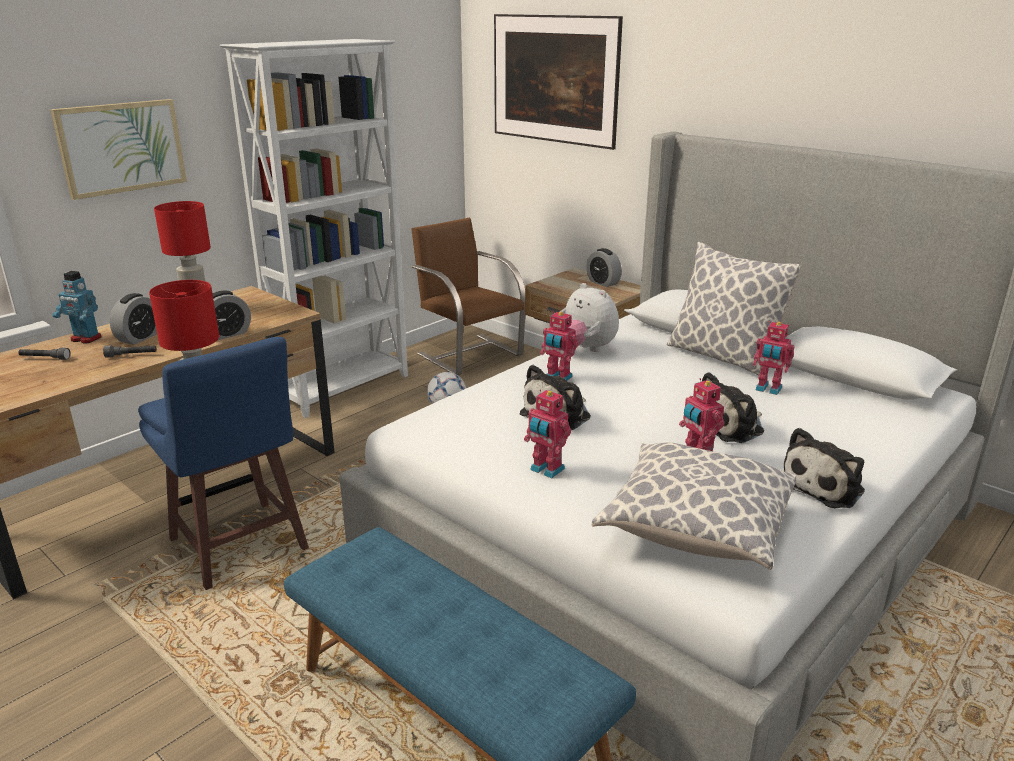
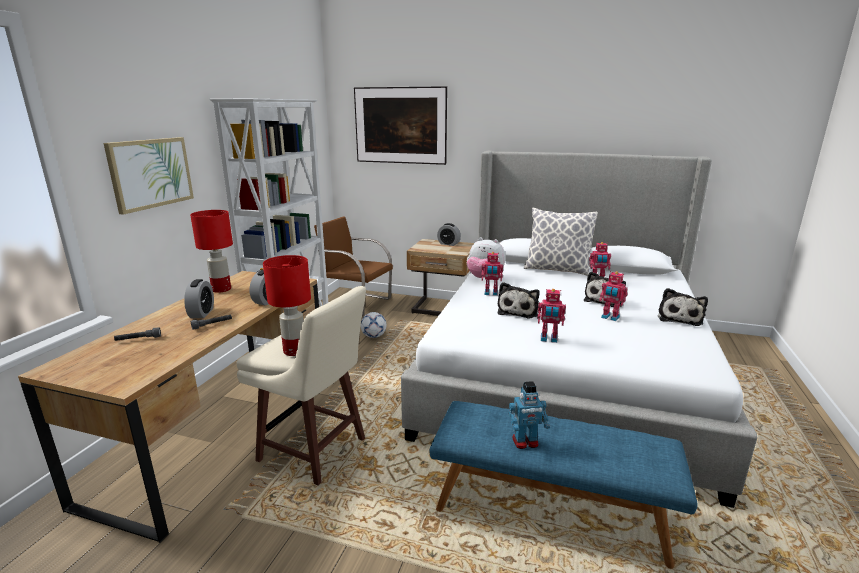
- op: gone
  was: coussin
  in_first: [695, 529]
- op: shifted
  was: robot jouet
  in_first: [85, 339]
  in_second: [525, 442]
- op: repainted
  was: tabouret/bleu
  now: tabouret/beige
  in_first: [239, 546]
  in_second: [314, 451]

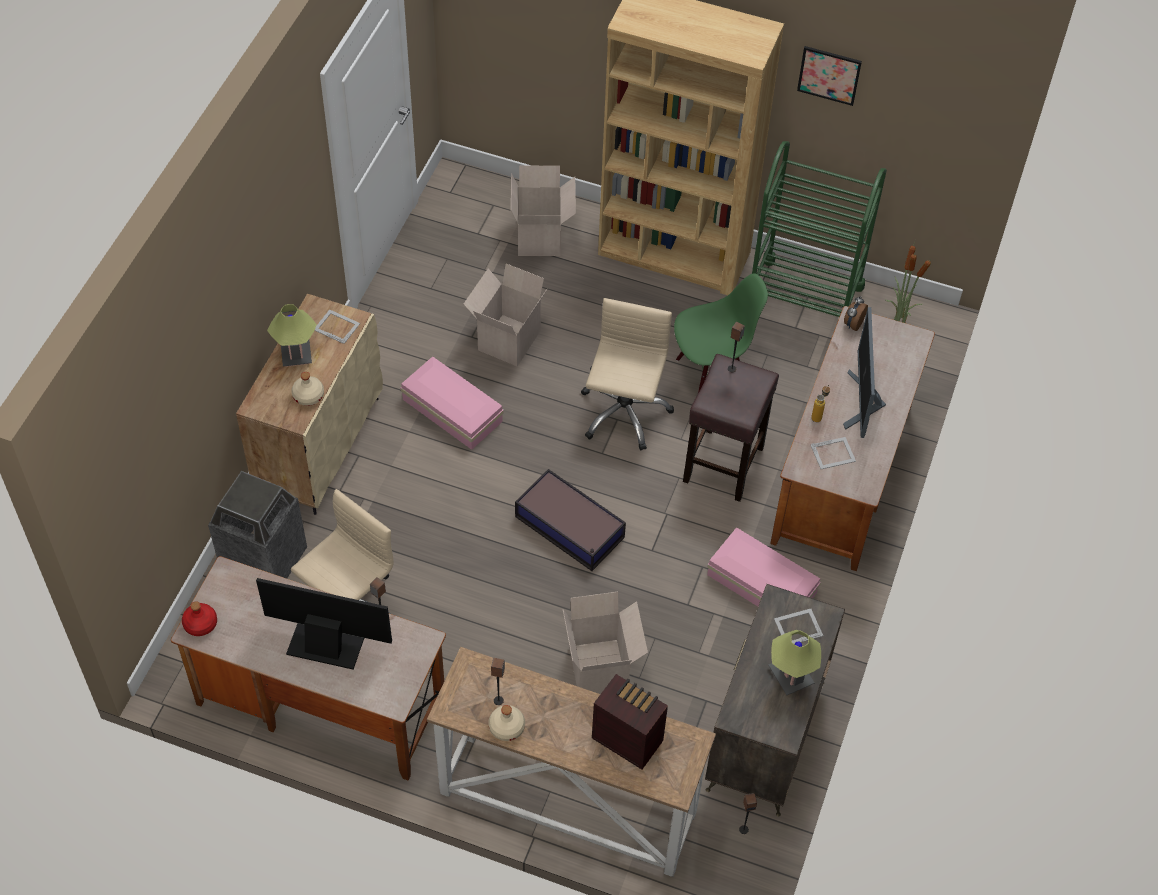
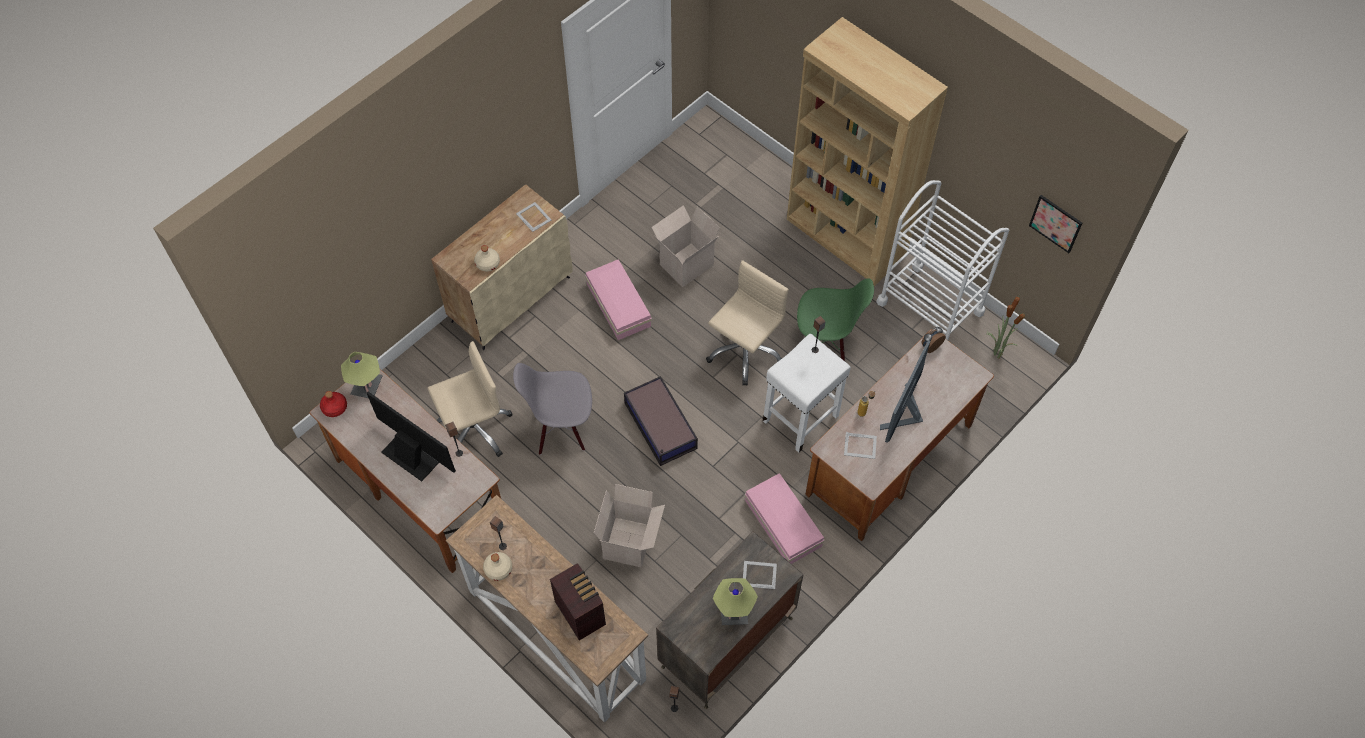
- op: gone
  was: poubelle
  in_first: [264, 562]
- op: gone
  was: carton
  in_first: [541, 238]
- op: new
  now: chaise/gris
  in_second: [561, 428]
- op: shifted
  was: lampe de table
  in_first: [296, 353]
  in_second: [367, 386]
- op: shifted
  was: tableau
  in_first: [829, 75]
  in_second: [1055, 223]
- op: repainted
  was: tabouret/marron
  now: tabouret/blanc
  in_first: [723, 463]
  in_second: [801, 417]
- op: repainted
  was: chariot/vert
  now: chariot/blanc
  in_first: [803, 298]
  in_second: [930, 307]

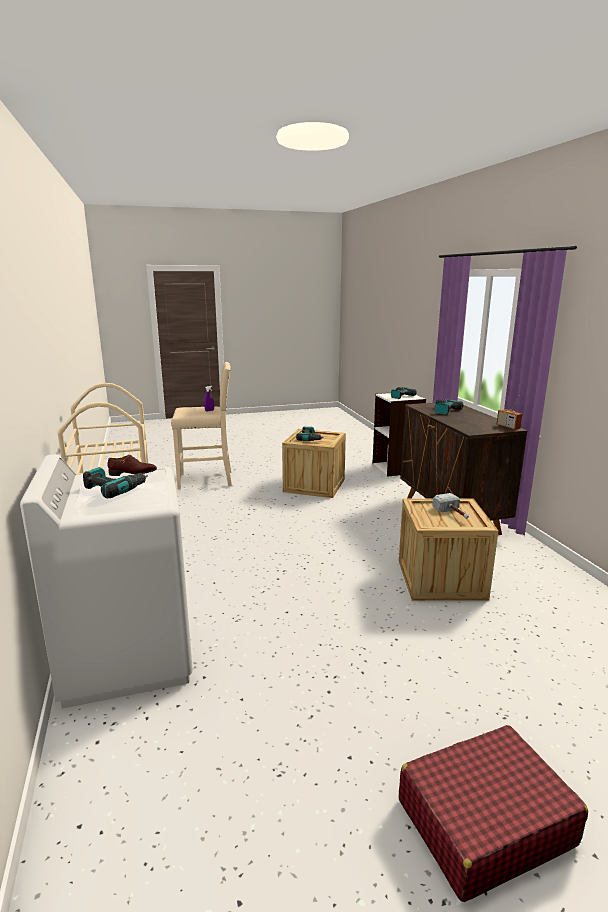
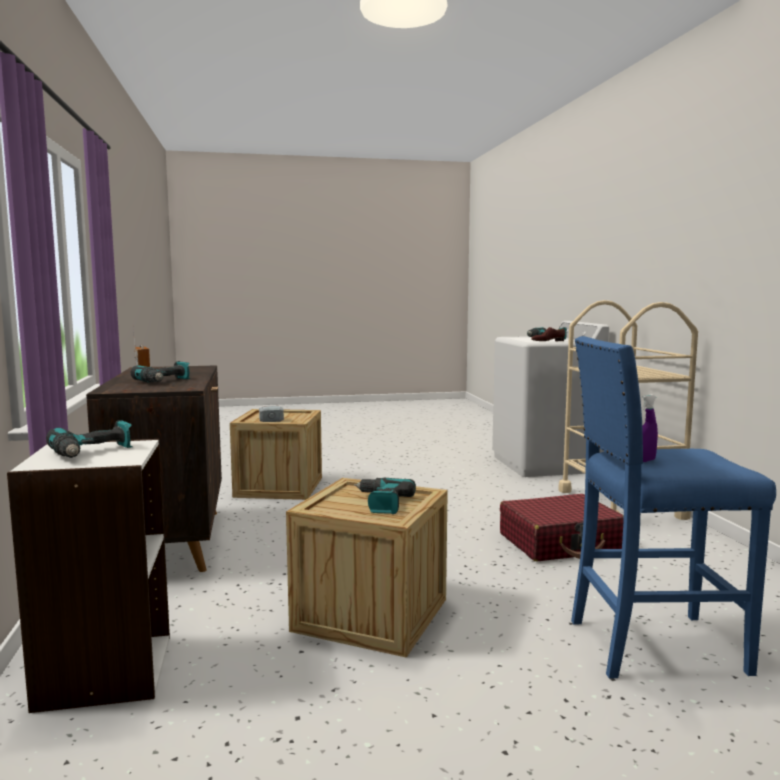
- op: shifted
  was: valise/rouge
  in_first: [484, 822]
  in_second: [561, 543]
- op: repainted
  was: tabouret/beige
  now: tabouret/bleu
  in_first: [207, 480]
  in_second: [651, 645]

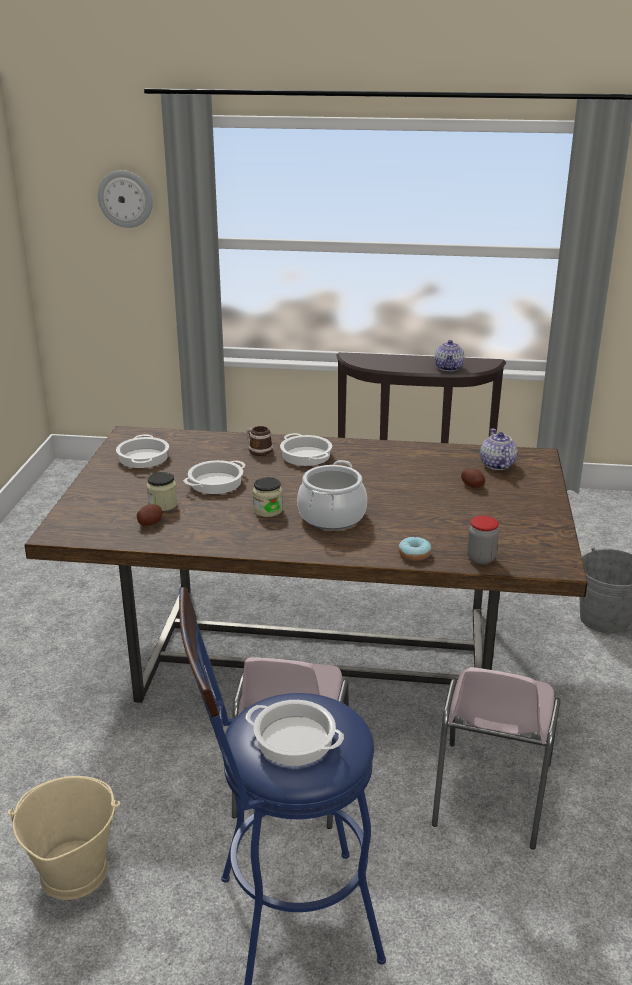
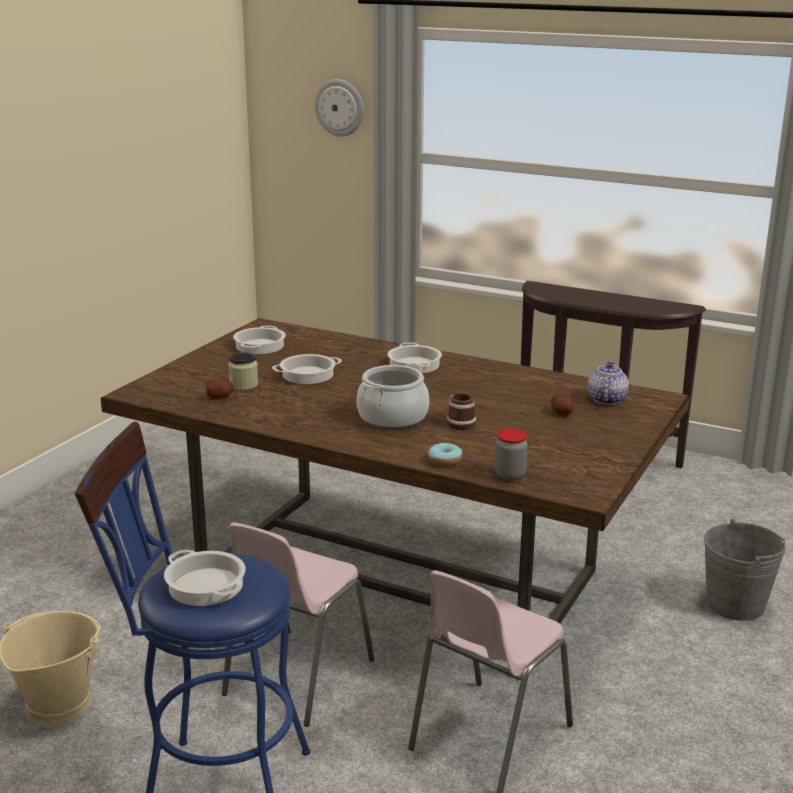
- op: gone
  was: bocal
  in_first: [268, 510]
- op: gone
  was: théière
  in_first: [449, 368]
- op: shifted
  was: mug
  in_first: [258, 450]
  in_second: [459, 422]

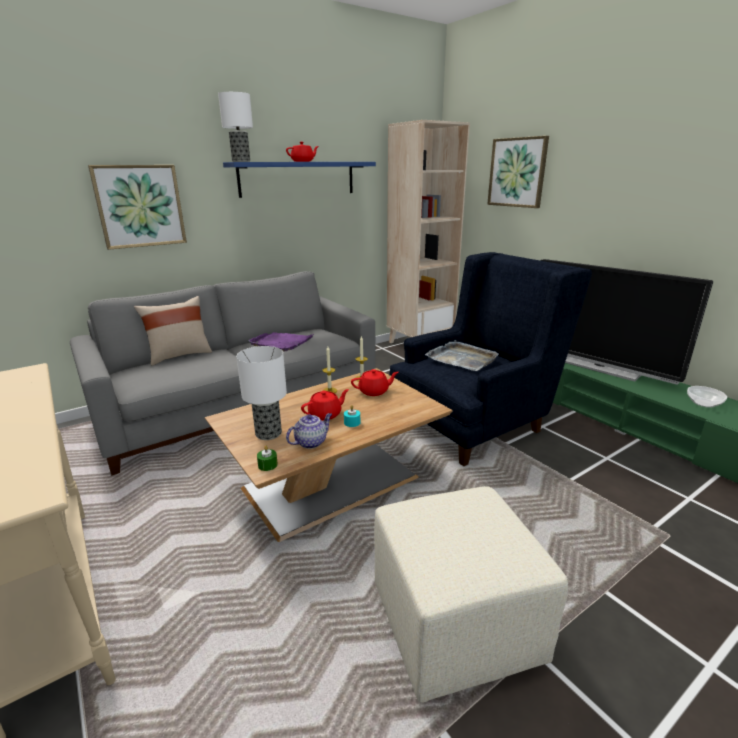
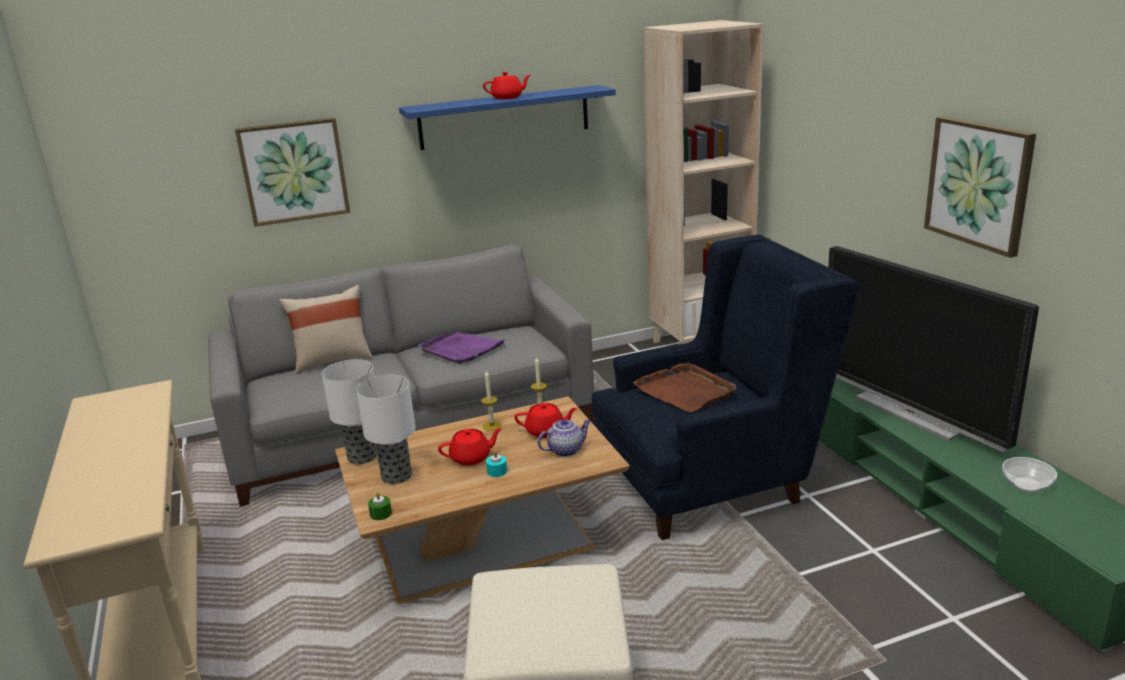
- op: shifted
  was: lampe de table
  in_first: [241, 161]
  in_second: [363, 457]
- op: shifted
  was: théière
  in_first: [311, 442]
  in_second: [566, 450]
- op: shifted
  was: tableau
  in_first: [517, 172]
  in_second: [979, 184]
- op: repainted
  was: plateau/gris
  now: plateau/marron
  in_first: [462, 358]
  in_second: [686, 391]

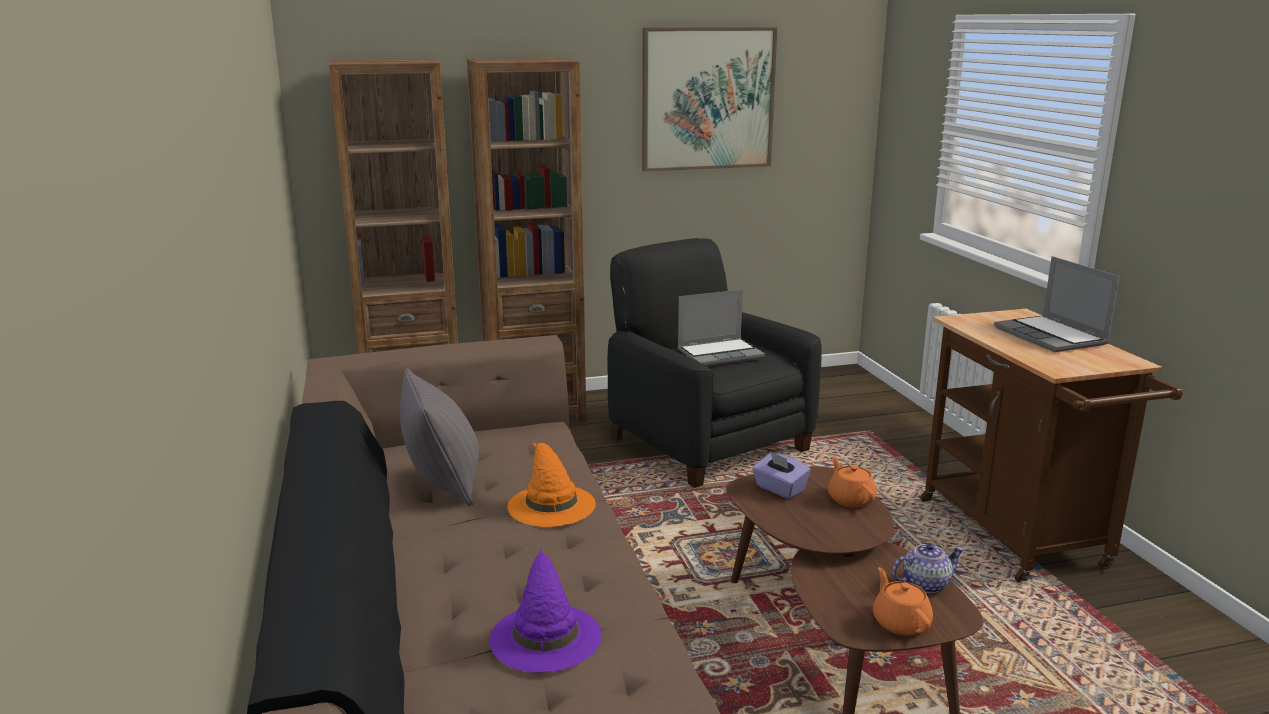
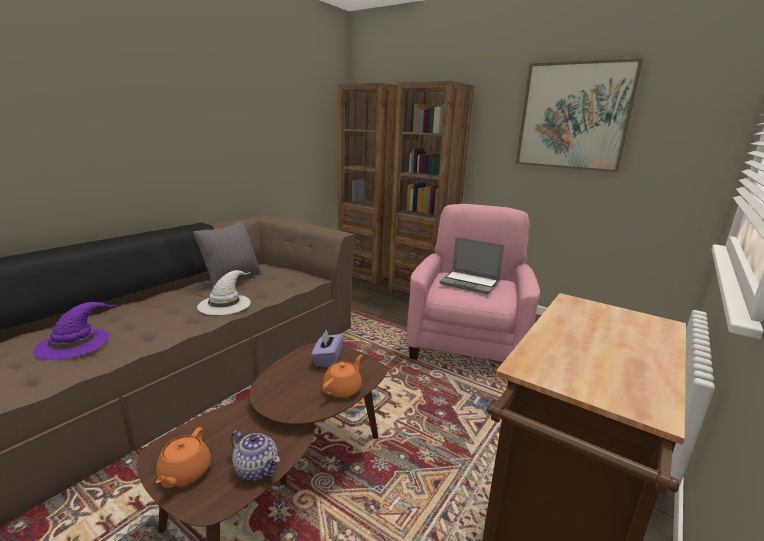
- op: gone
  was: ordinateur portable
  in_first: [1052, 336]
- op: repainted
  was: chapeau/orange
  now: chapeau/blanc
  in_first: [550, 504]
  in_second: [225, 304]
- op: repainted
  was: fauteuil/noir
  now: fauteuil/rose
  in_first: [707, 443]
  in_second: [467, 343]
- op: rotated
  was: théière/orange
  in_first: [900, 622]
  in_second: [184, 473]
  clockwise: 150

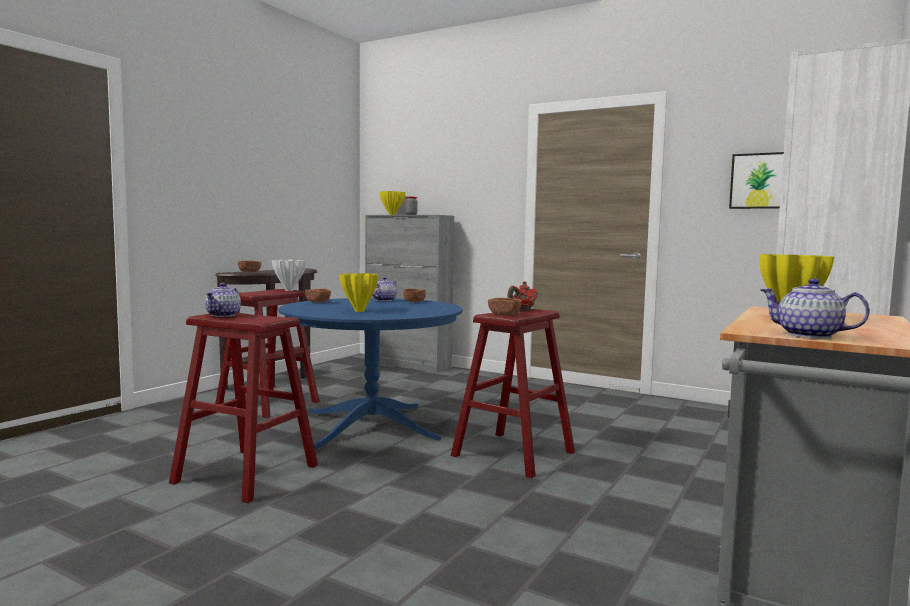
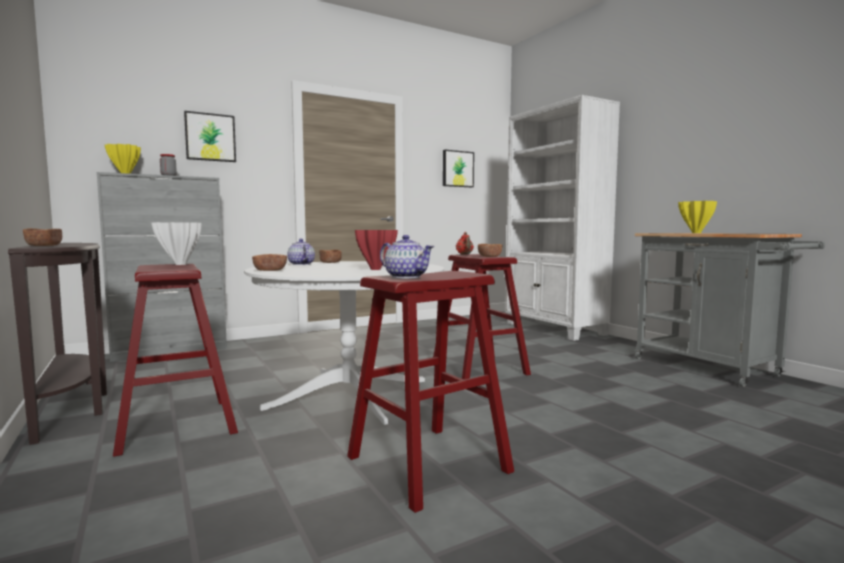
- op: gone
  was: théière
  in_first: [810, 335]
- op: new
  now: tableau
  in_second: [210, 137]
- op: repainted
  was: table à manger/bleu
  now: table à manger/blanc
  in_first: [371, 425]
  in_second: [349, 394]
- op: repainted
  was: vase/jaune
  now: vase/rouge
  in_first: [358, 311]
  in_second: [375, 269]

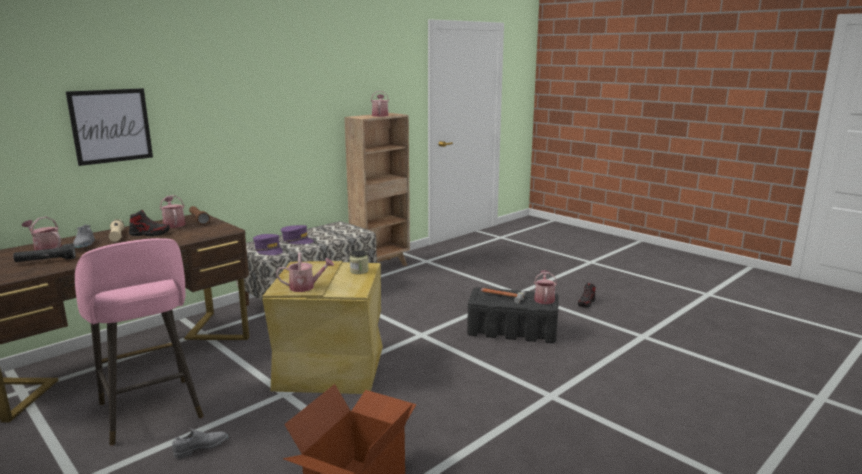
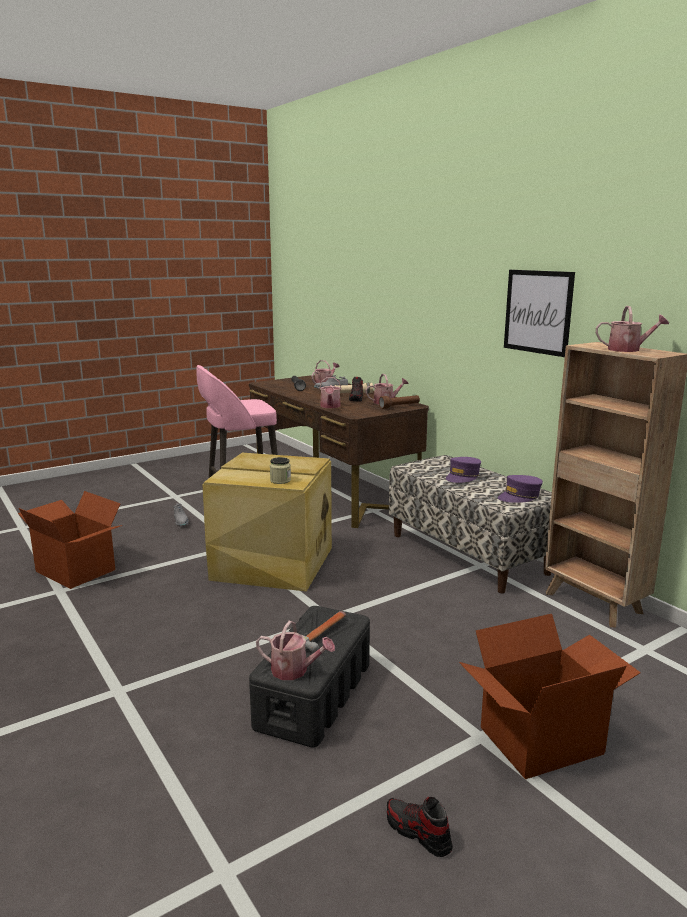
- op: new
  now: carton
  in_second: [539, 739]
- op: shifted
  was: tableau
  in_first: [111, 126]
  in_second: [538, 312]
- op: shifted
  was: casquette/violet
  in_first: [268, 250]
  in_second: [519, 496]
- op: shifted
  was: arrosoir
  in_first: [306, 287]
  in_second: [330, 406]

